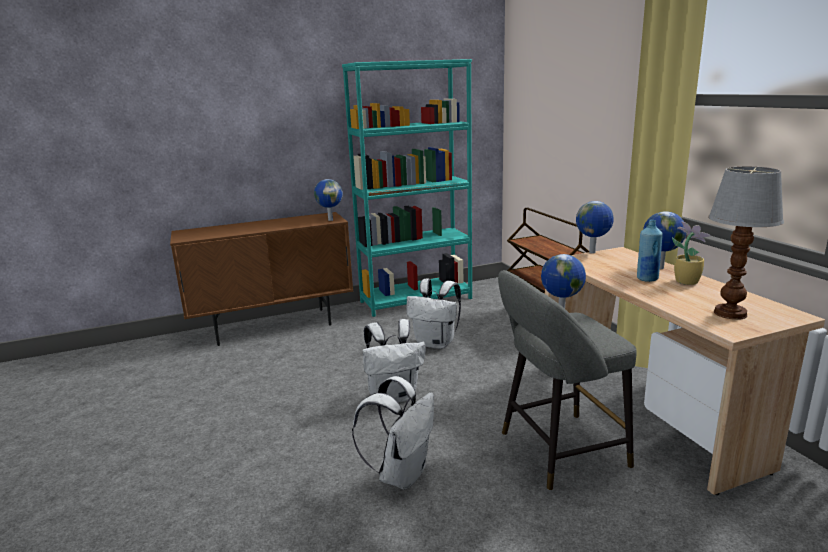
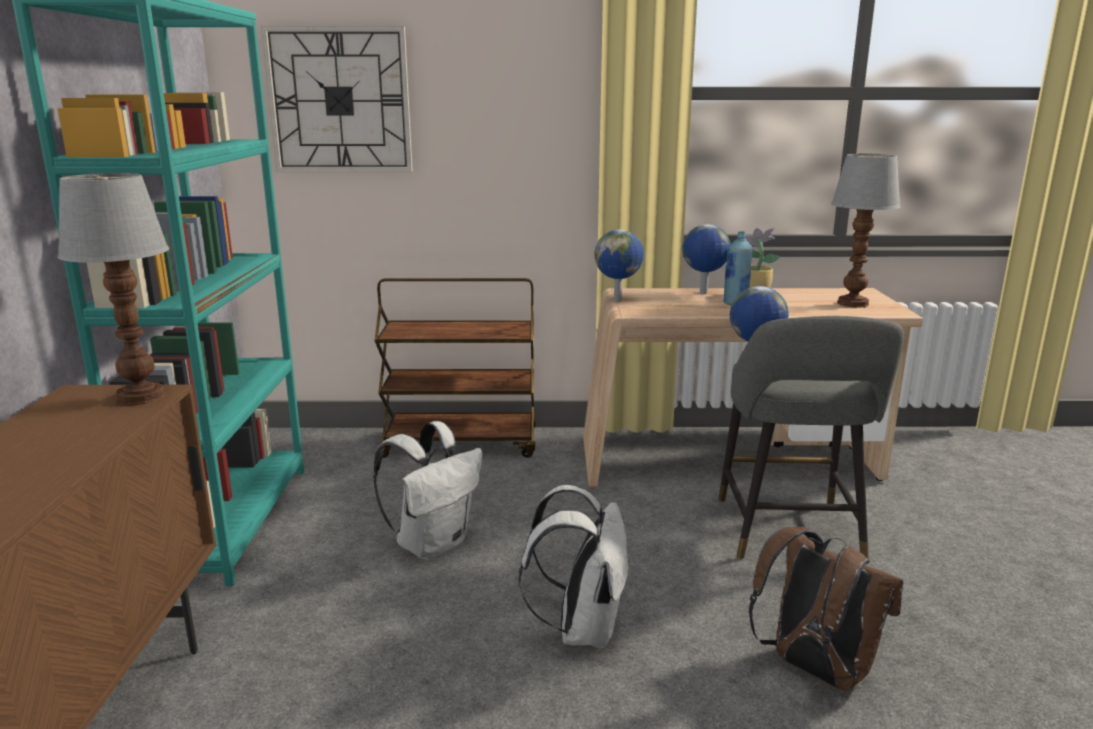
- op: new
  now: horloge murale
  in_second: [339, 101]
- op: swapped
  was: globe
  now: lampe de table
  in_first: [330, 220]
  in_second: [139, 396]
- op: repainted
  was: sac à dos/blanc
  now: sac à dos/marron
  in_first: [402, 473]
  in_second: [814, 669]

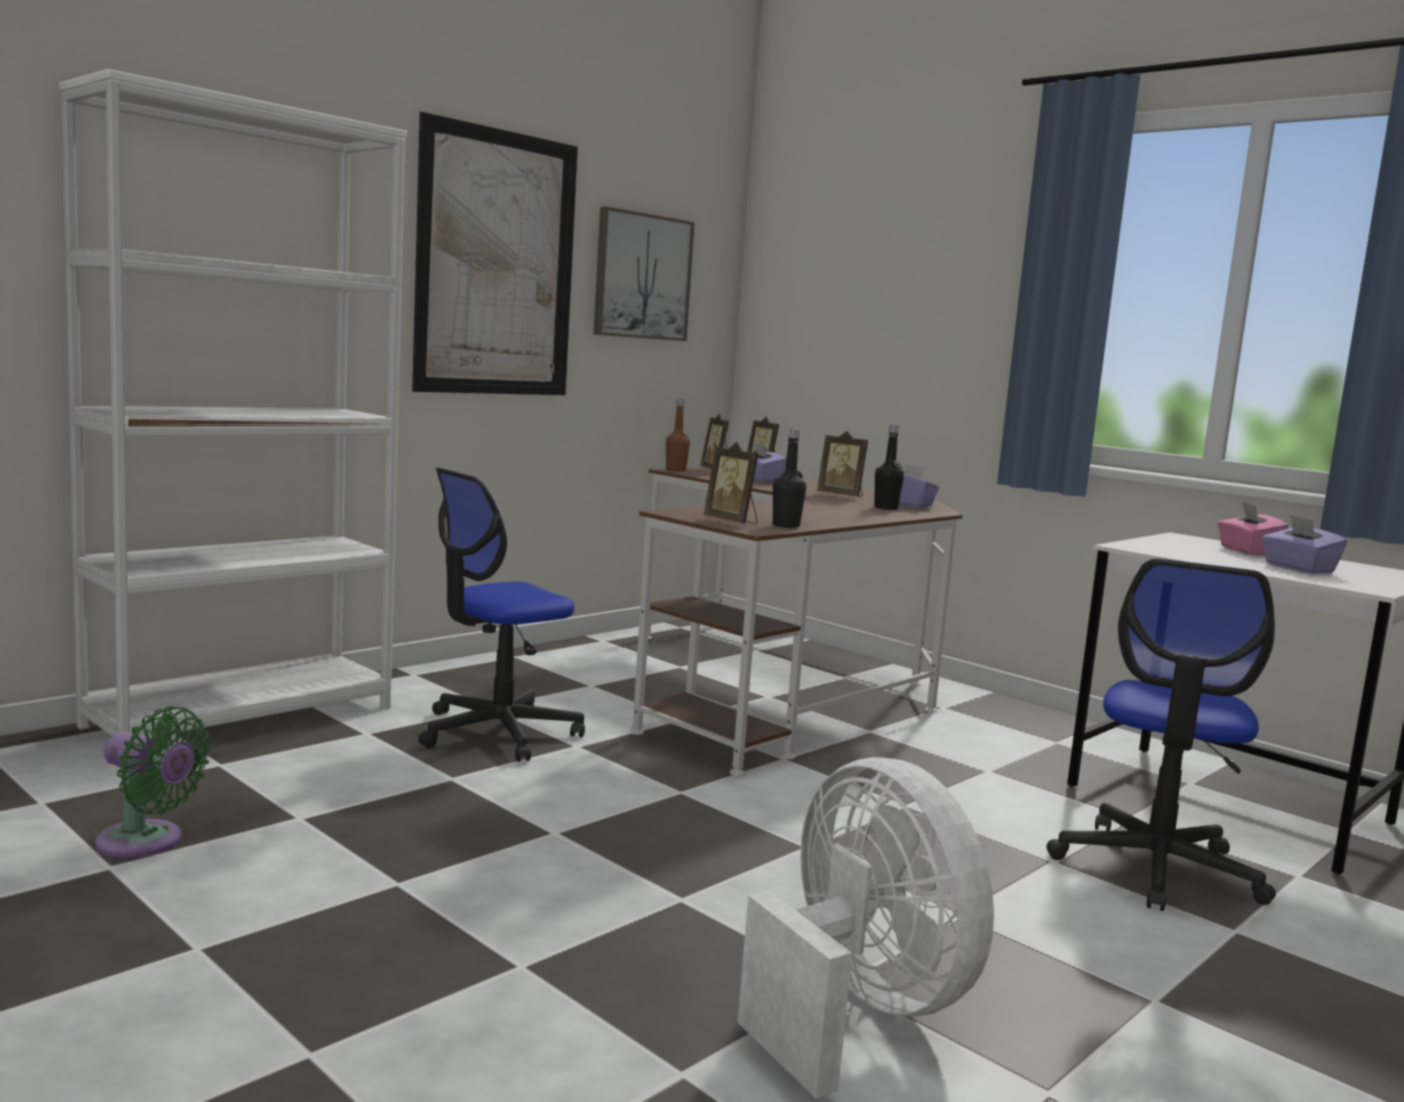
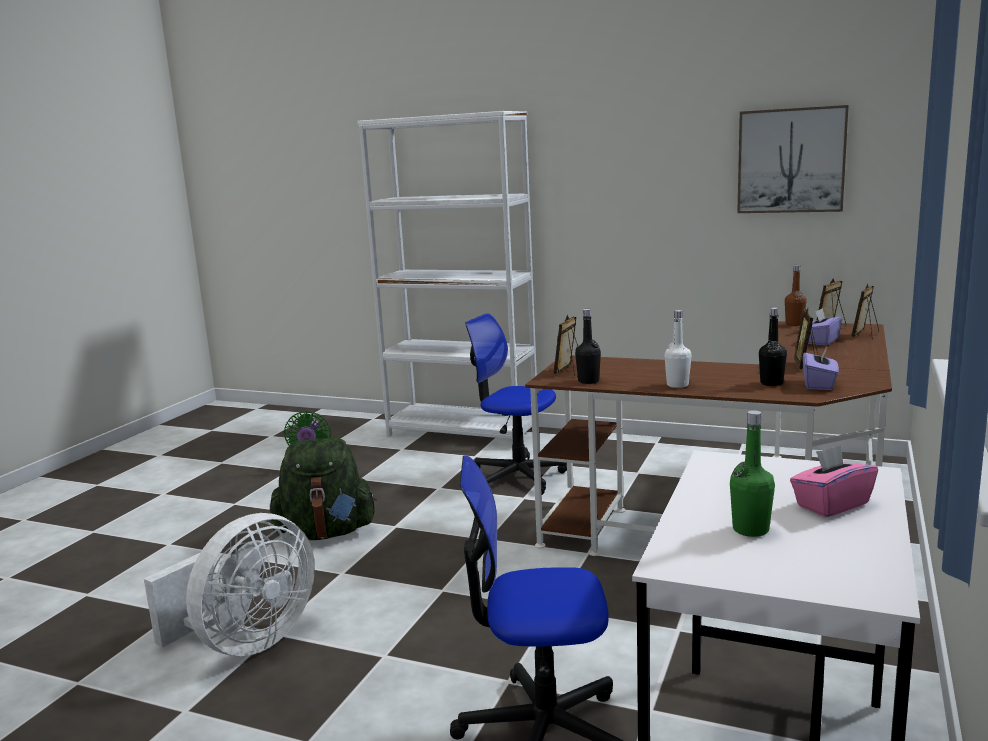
- op: gone
  was: tableau
  in_first: [497, 264]
- op: new
  now: sac à dos/vert
  in_second: [326, 533]
- op: new
  now: bouteille/blanc
  in_second: [677, 385]
- op: swapped
  was: boîte à mouchoirs/violet
  now: bouteille/vert
  in_first: [1298, 568]
  in_second: [750, 529]

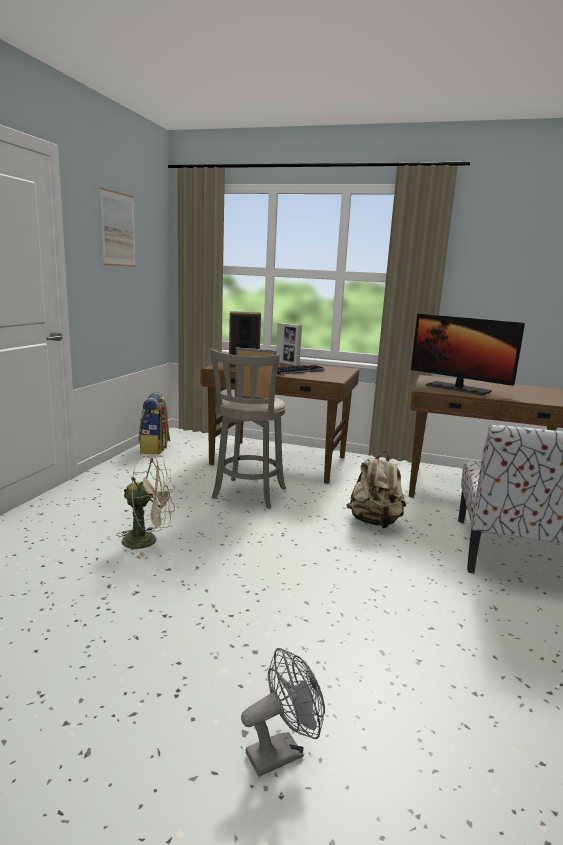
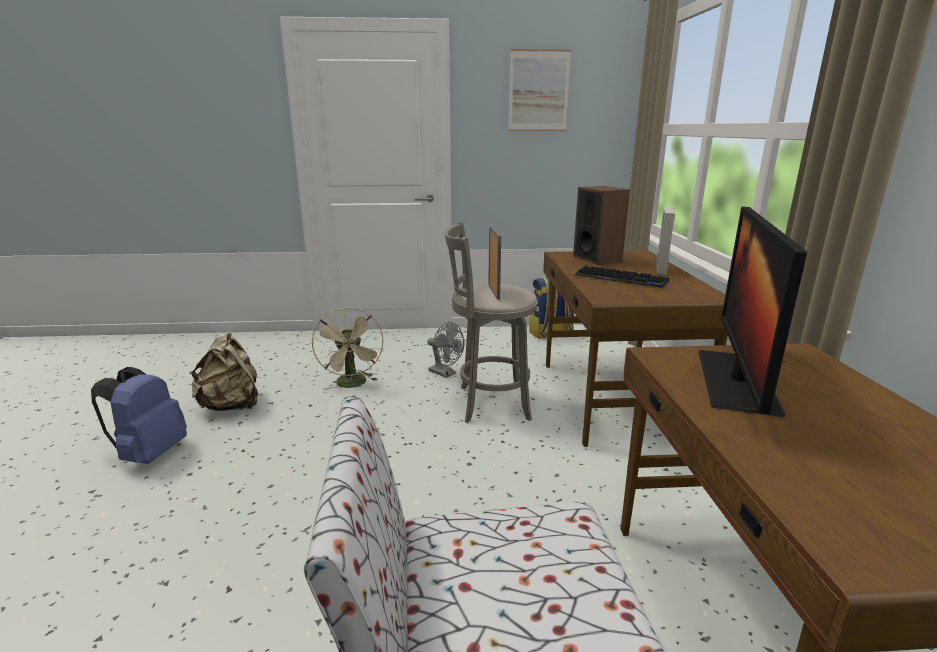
- op: new
  now: sac à dos/bleu
  in_second: [150, 454]
- op: shifted
  was: ventilateur/gris
  in_first: [282, 751]
  in_second: [445, 373]
- op: shifted
  was: sac à dos/beige
  in_first: [375, 522]
  in_second: [231, 406]

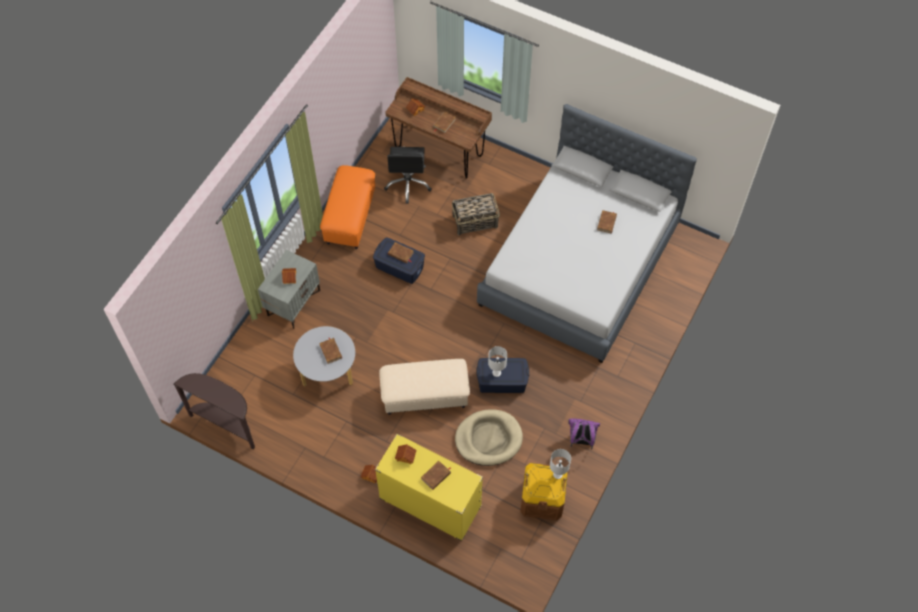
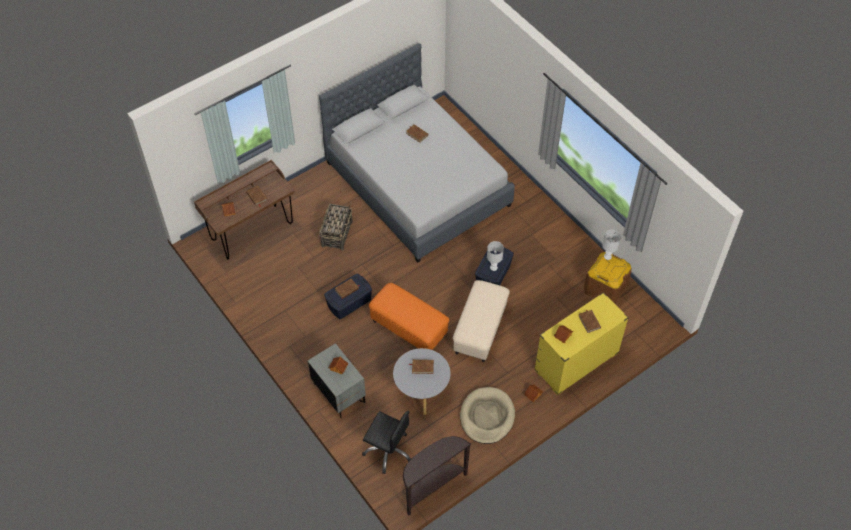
- op: gone
  was: sac à dos/violet
  in_first: [581, 440]
- op: shifted
  was: pouf/orange
  in_first: [350, 217]
  in_second: [408, 329]
- op: shifted
  was: chaise de bureau/noir
  in_first: [408, 184]
  in_second: [388, 450]
- op: shifted
  was: panier pour chien/beige
  in_first: [488, 439]
  in_second: [487, 417]

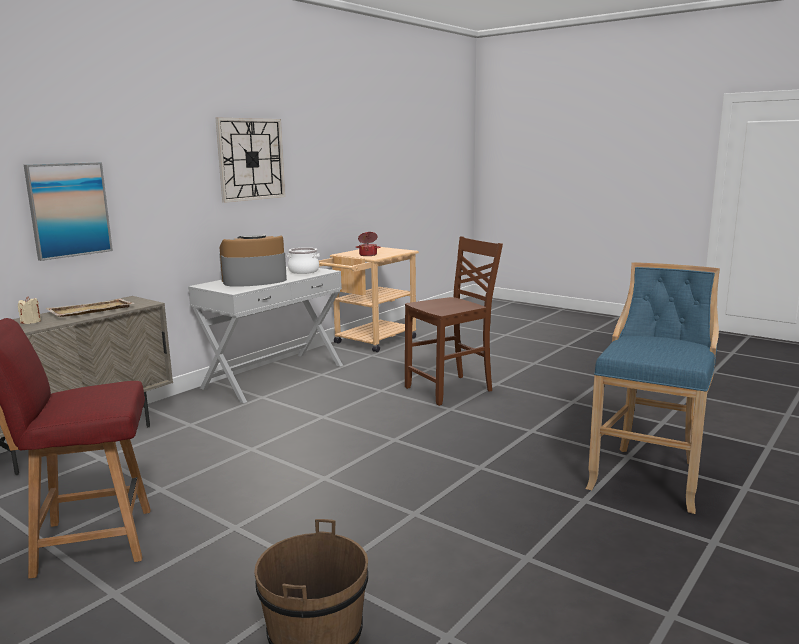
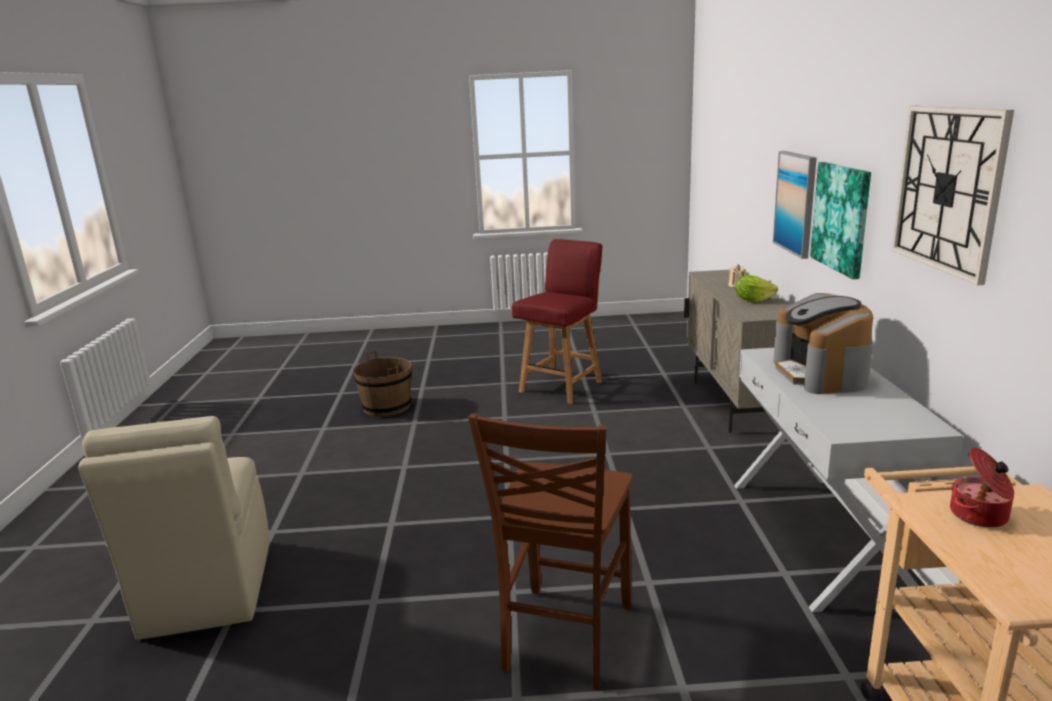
- op: gone
  was: marmite
  in_first: [303, 271]
- op: new
  now: tableau
  in_second: [842, 218]
- op: swapped
  was: plateau/beige
  now: laitue
  in_first: [90, 310]
  in_second: [753, 300]
- op: swapped
  was: tabouret/bleu
  now: chaise/beige
  in_first: [649, 476]
  in_second: [207, 590]
- op: rotated
  was: machine à café
  in_first: [254, 281]
  in_second: [820, 374]
  clockwise: 150

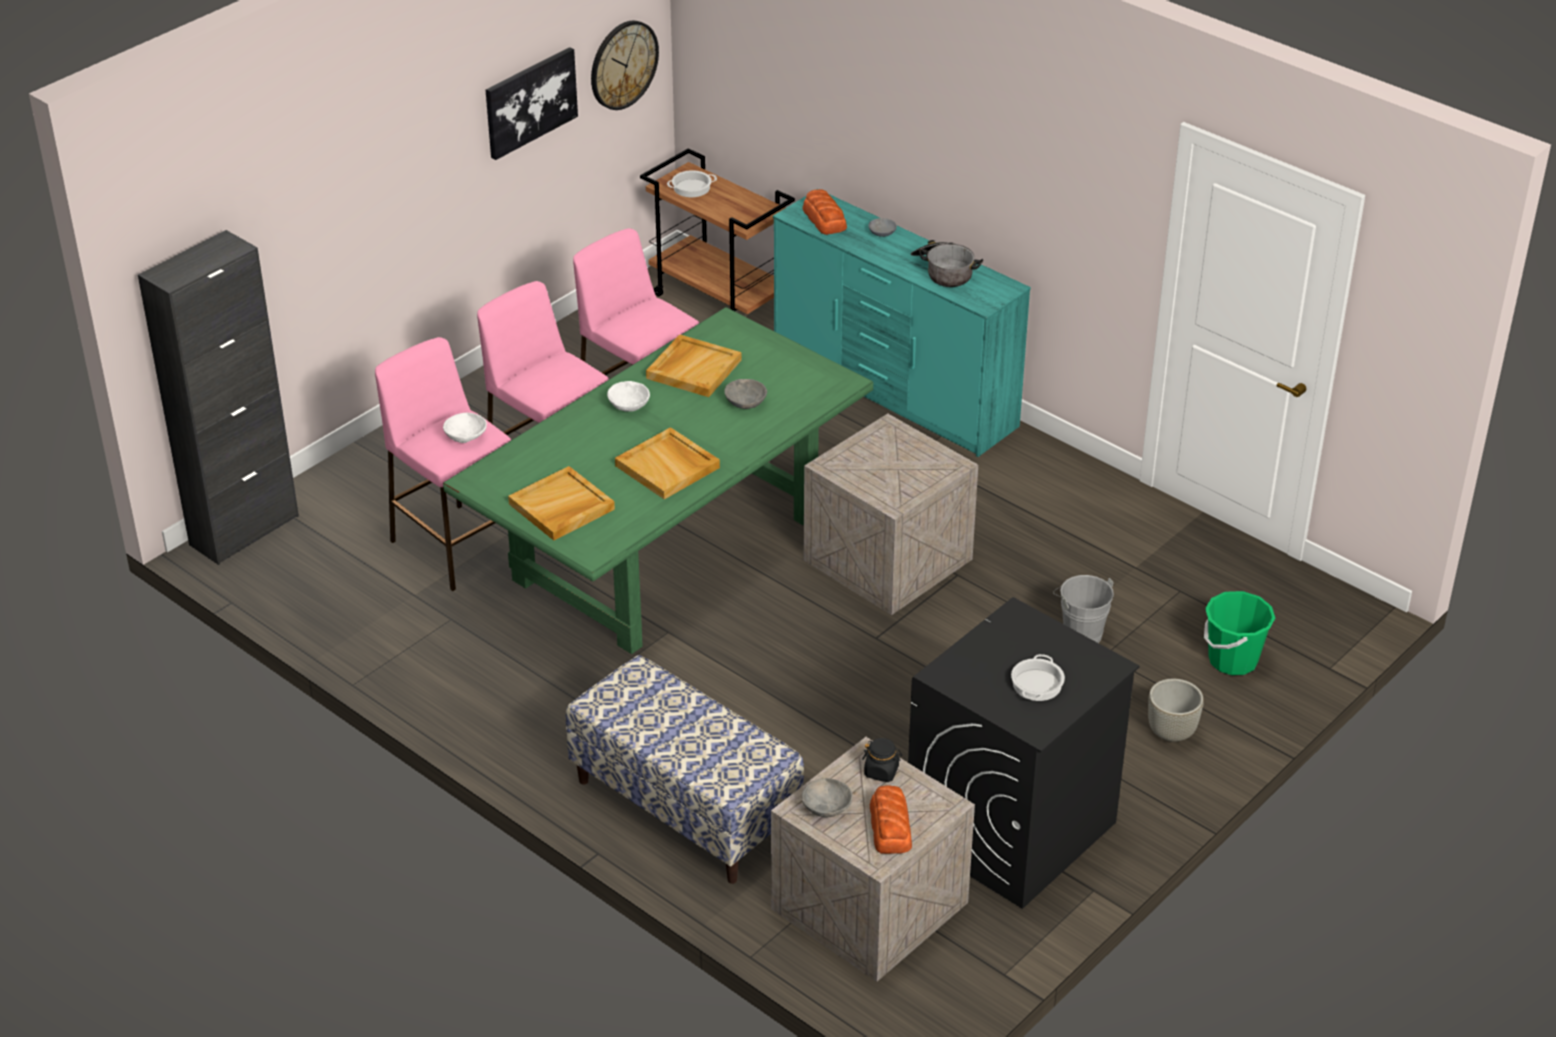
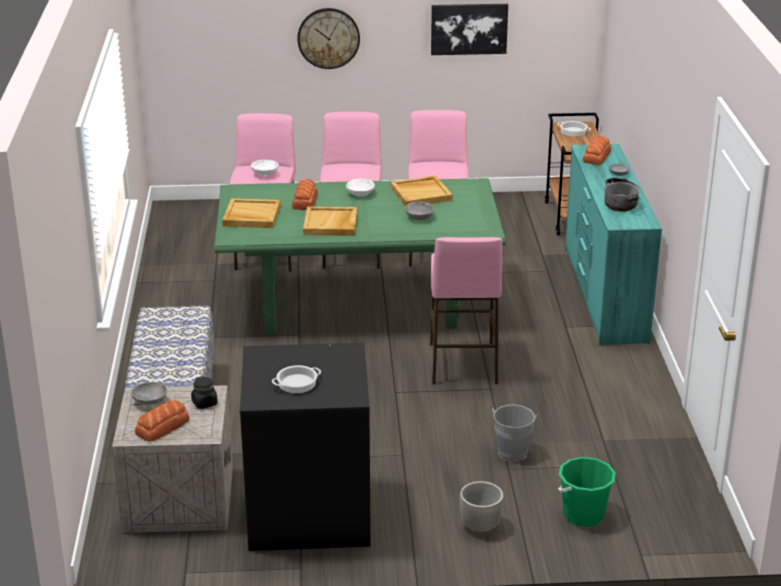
- op: gone
  was: meuble de rangement/noir
  in_first: [244, 530]
- op: new
  now: pain
  in_second: [304, 201]
- op: shifted
  was: horloge murale
  in_first: [623, 64]
  in_second: [328, 38]
- op: swapped
  was: caisse
  now: tabouret/rose
  in_first: [888, 561]
  in_second: [463, 364]

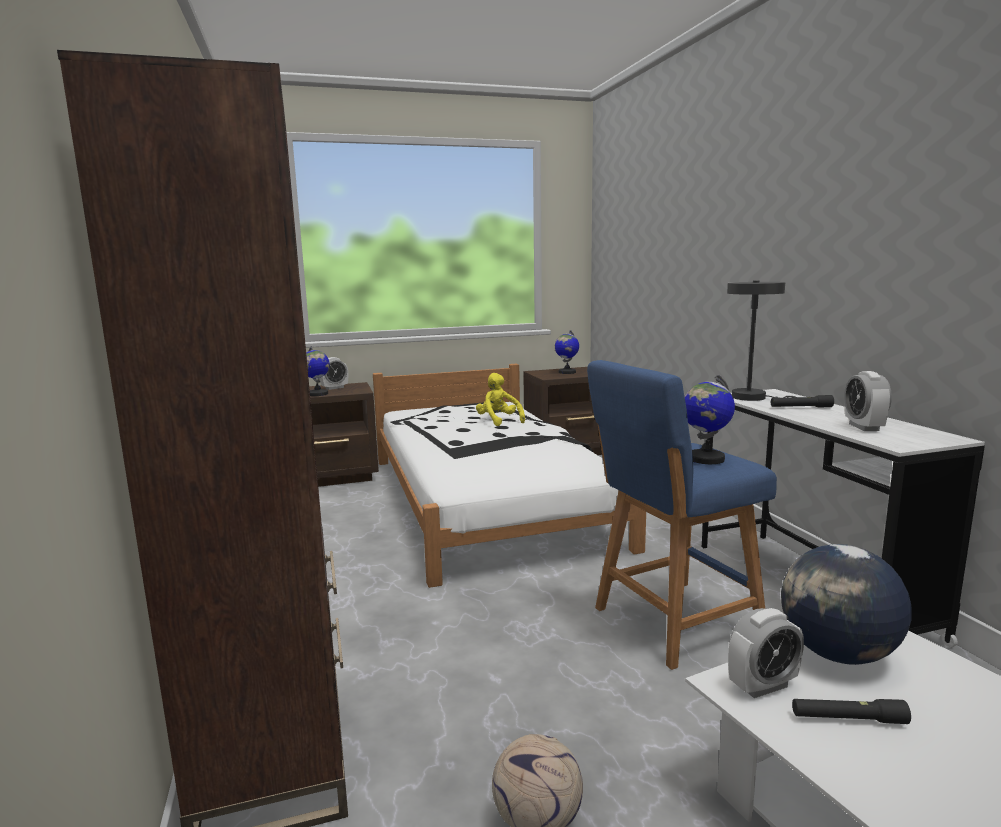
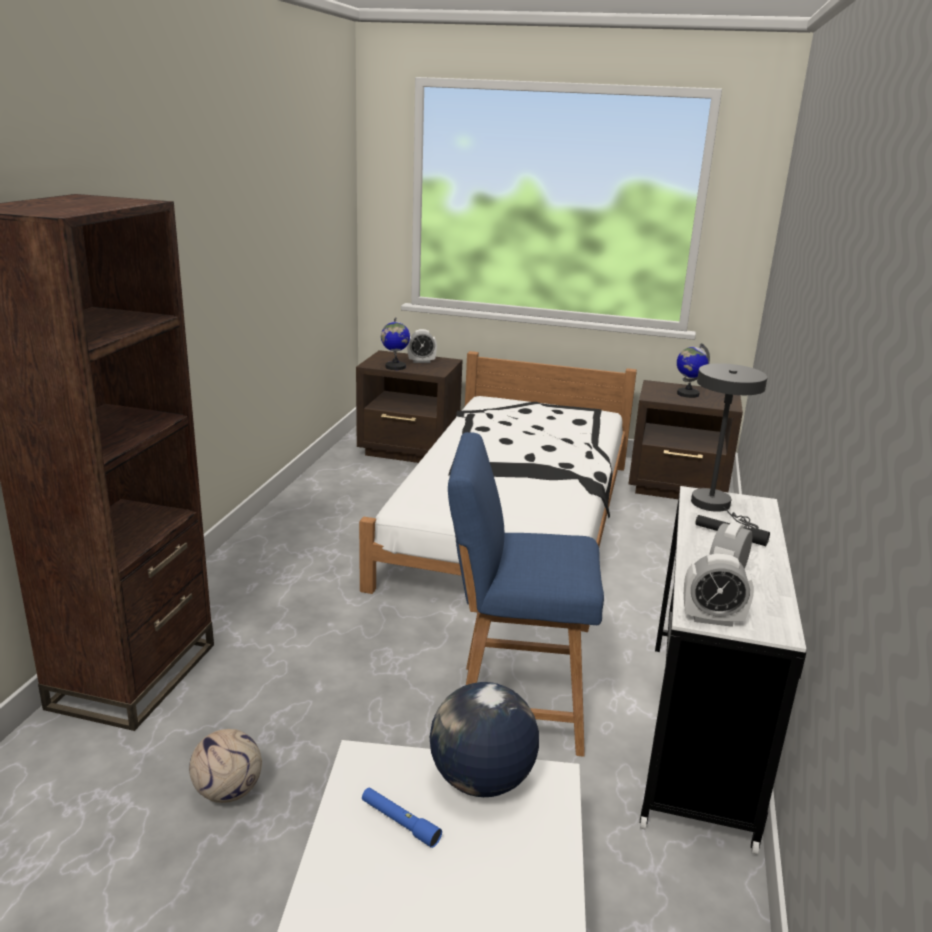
- op: gone
  was: peluche/jaune
  in_first: [499, 421]
- op: gone
  was: globe
  in_first: [705, 459]
- op: shifted
  was: réveil
  in_first: [762, 686]
  in_second: [712, 619]
- op: repainted
  was: lampe de poche/noir
  now: lampe de poche/bleu
  in_first: [848, 719]
  in_second: [400, 822]

